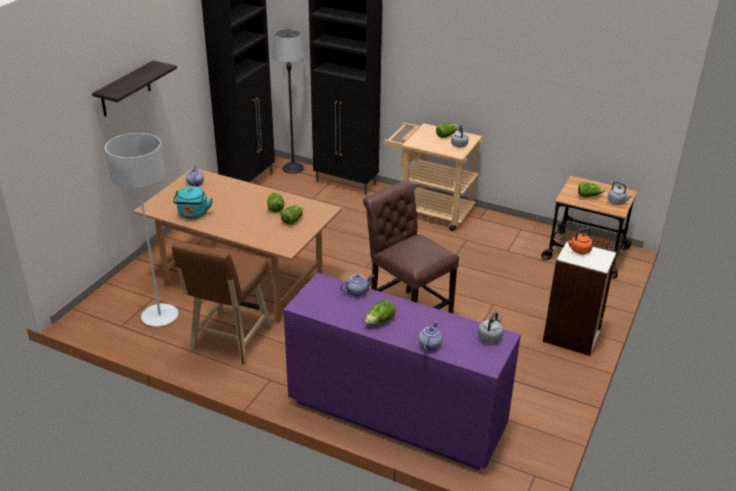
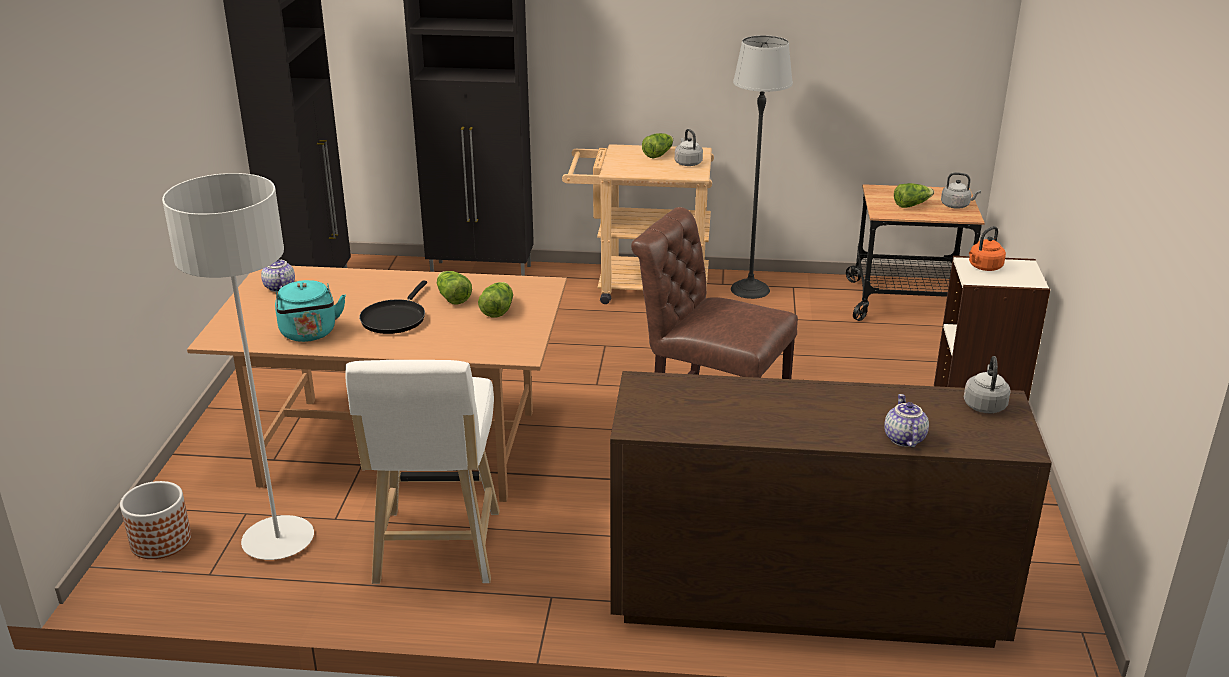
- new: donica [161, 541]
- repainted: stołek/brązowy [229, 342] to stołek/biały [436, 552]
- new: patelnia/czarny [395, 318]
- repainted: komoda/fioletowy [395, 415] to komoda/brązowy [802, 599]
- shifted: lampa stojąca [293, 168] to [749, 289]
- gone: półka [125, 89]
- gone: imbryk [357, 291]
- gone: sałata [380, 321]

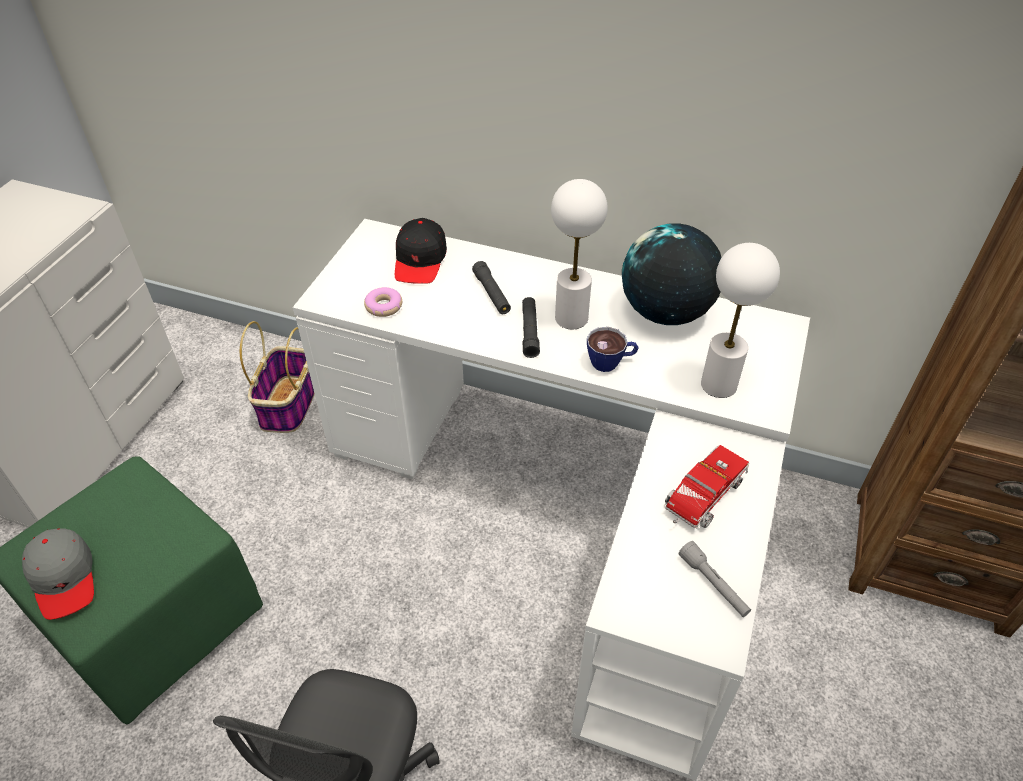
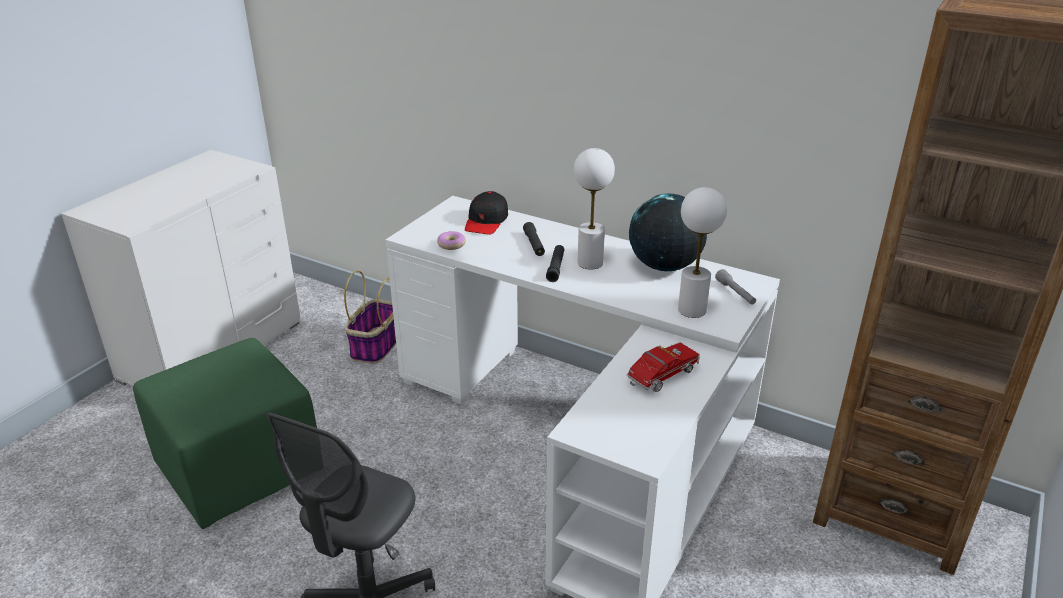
- shifted: latarka/szary [713, 585] to [735, 293]
- gone: czapka z daszkiem/szary [64, 578]
- gone: filiżanka [611, 362]

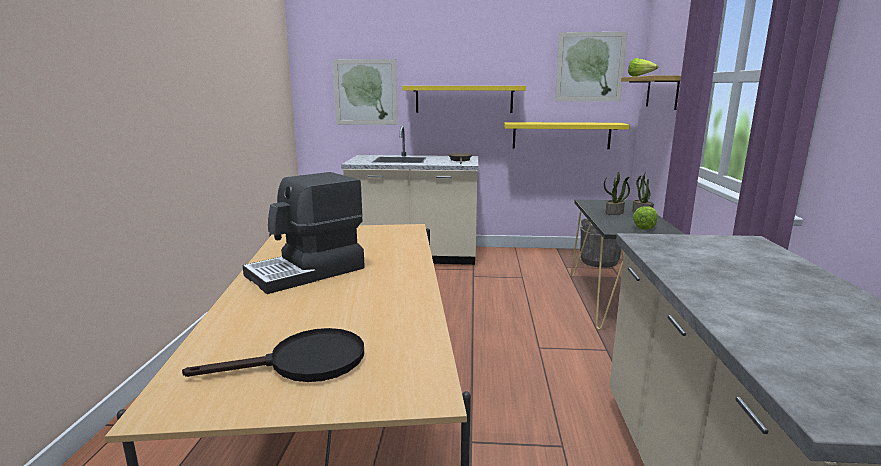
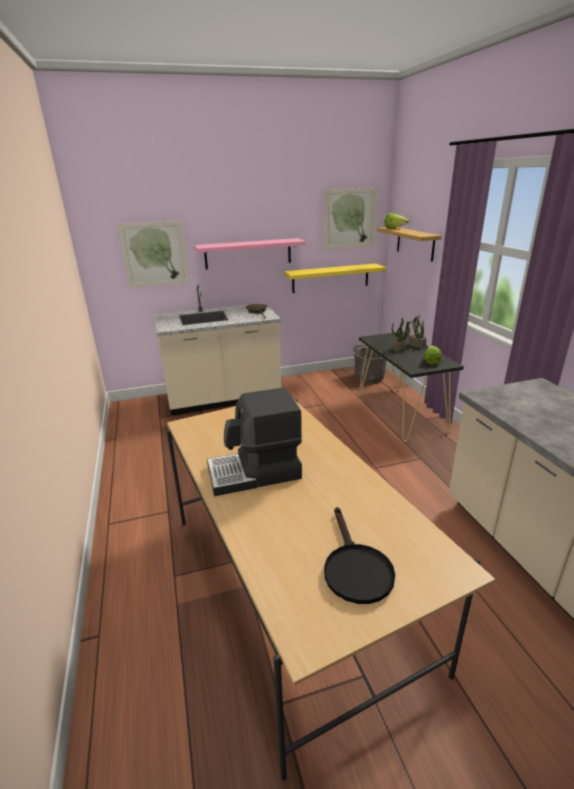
- repainted: półka/żółty [464, 99] to półka/różowy [248, 253]
- rotated: ekspres do kawy [307, 272] = [255, 473] 45 degrees clockwise
- rotated: patelnia/czarny [304, 363] = [355, 568] 120 degrees clockwise

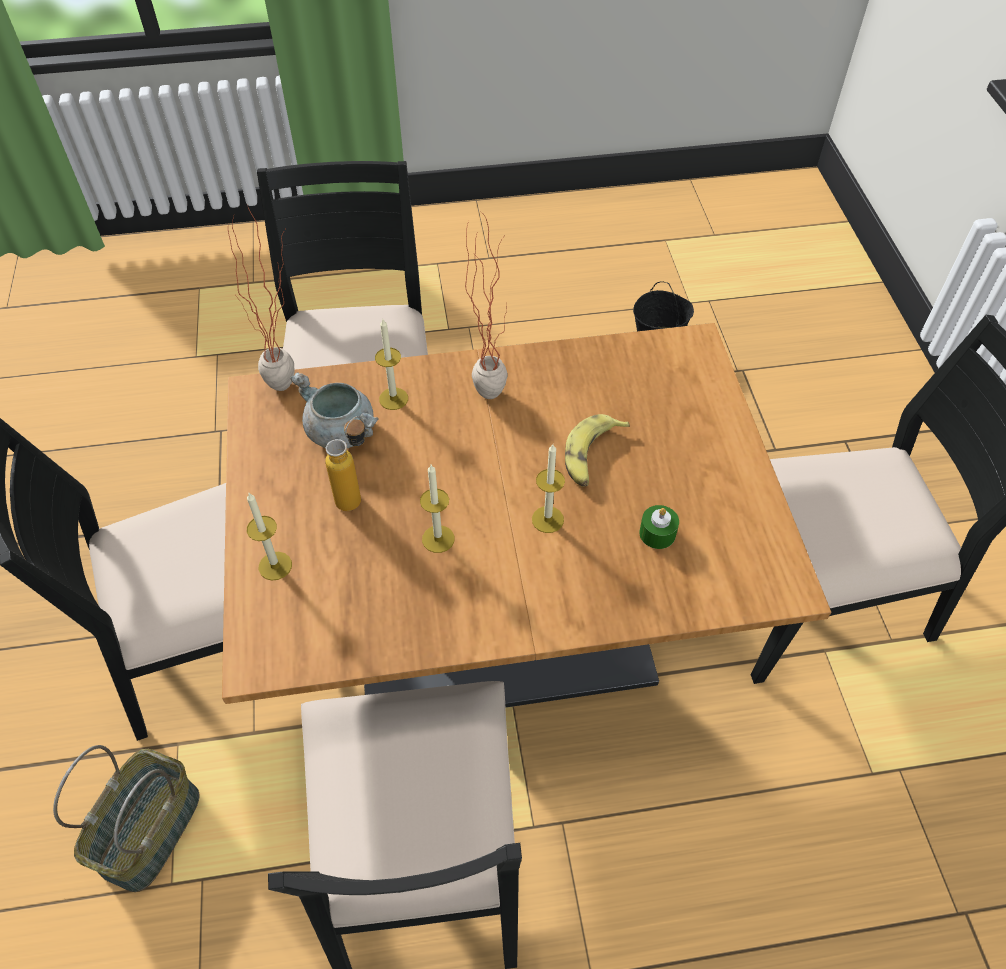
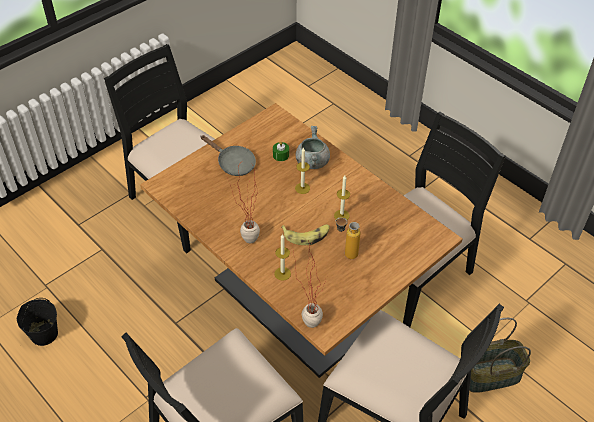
- new: patelnia/szary [233, 163]
- shifted: banan [592, 455] to [306, 235]
- shifted: garnek/szary [343, 432] to [312, 161]
- gone: świeca [275, 566]

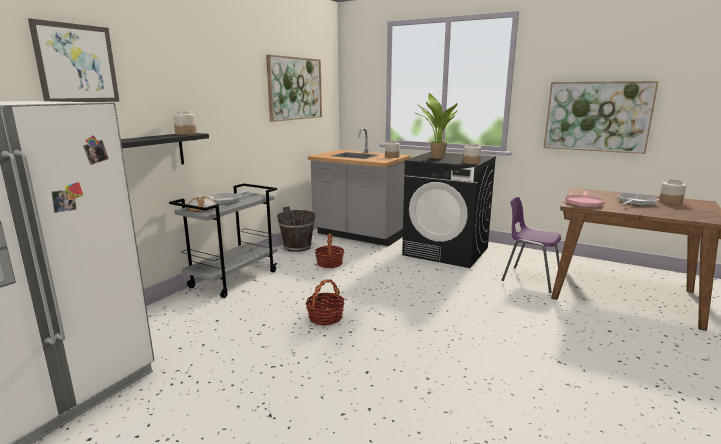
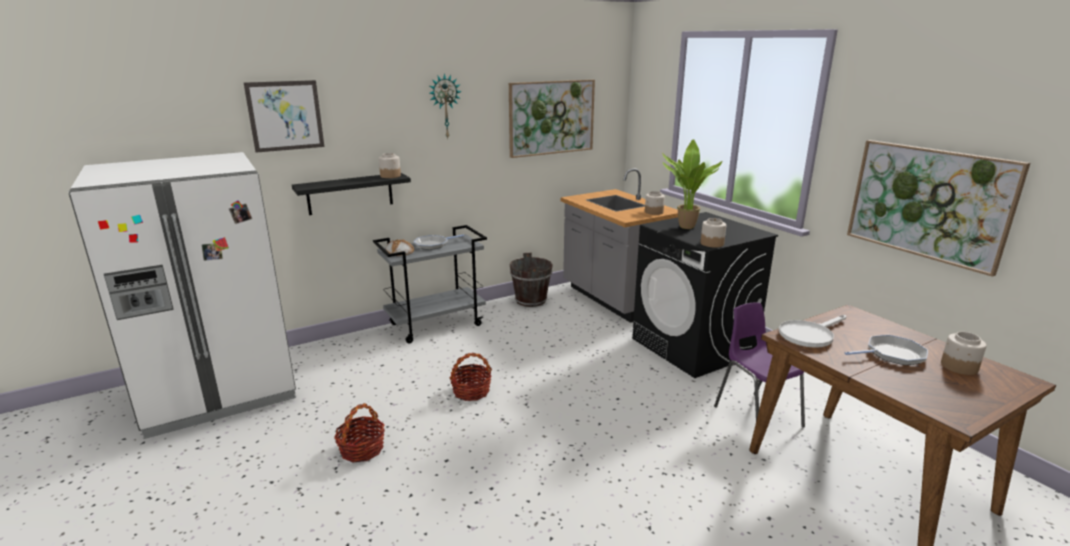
- shifted: koszyk [329, 263] to [362, 449]
- new: zegar ścienny [445, 106]
- repainted: patelnia/różowy [583, 202] to patelnia/biały [809, 335]

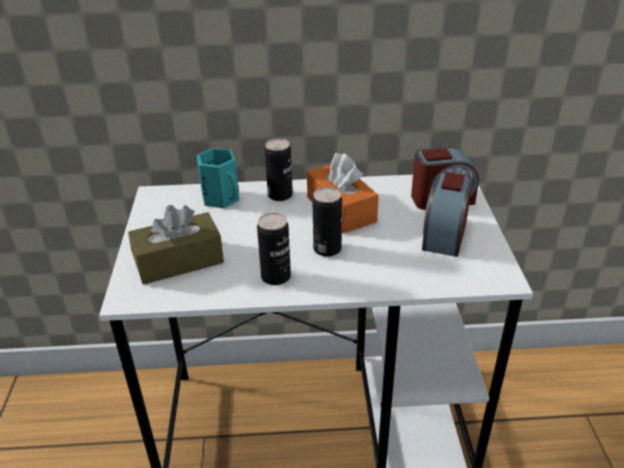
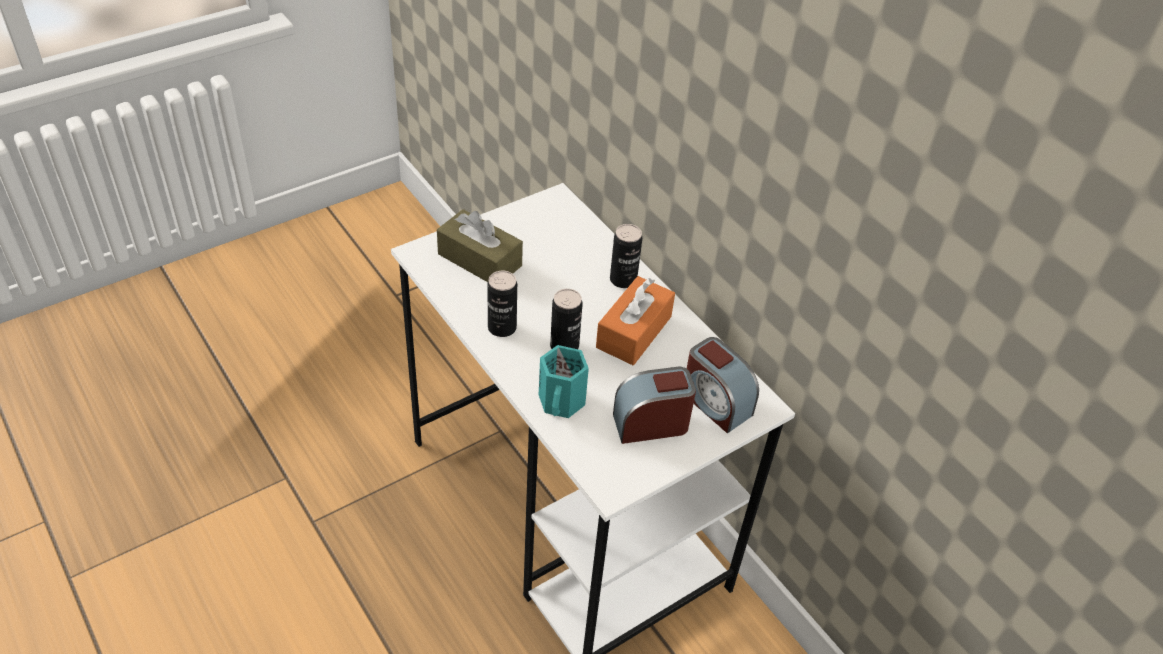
- shifted: kubek/turkusowy [222, 197] to [562, 401]

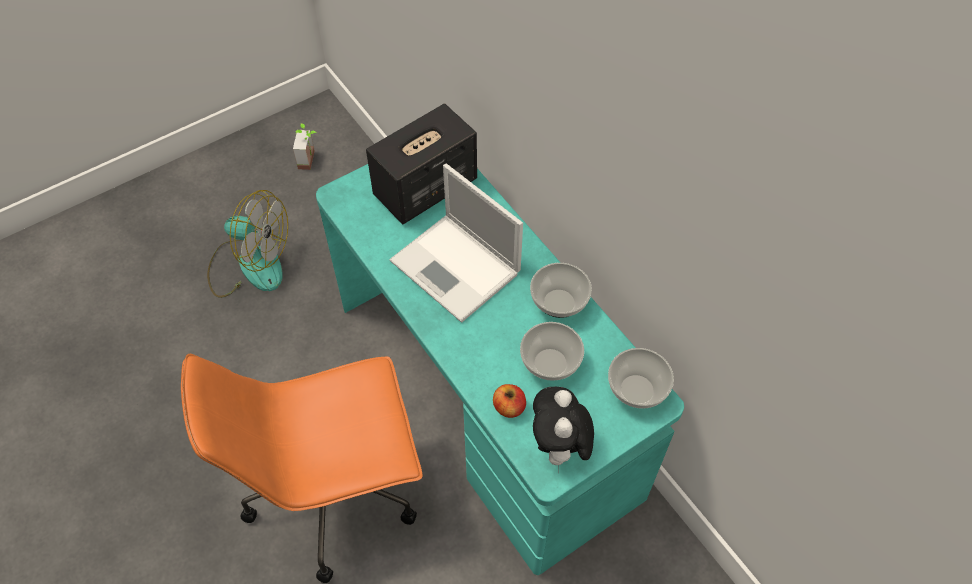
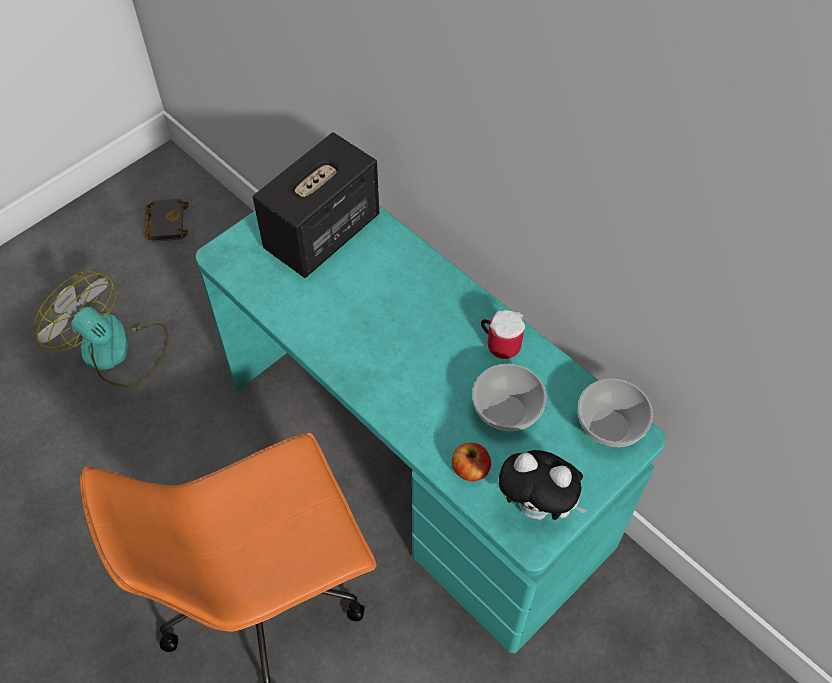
- rotated: wentylator [250, 264] = [115, 351] 150 degrees counterclockwise
- swapped: roślina doniczkowa [311, 160] to książka/czarny [165, 222]
- swapped: miska [558, 303] to kubek [500, 342]
- rotated: pluszak [559, 447] = [537, 506] 60 degrees counterclockwise
- gone: laptop [457, 268]

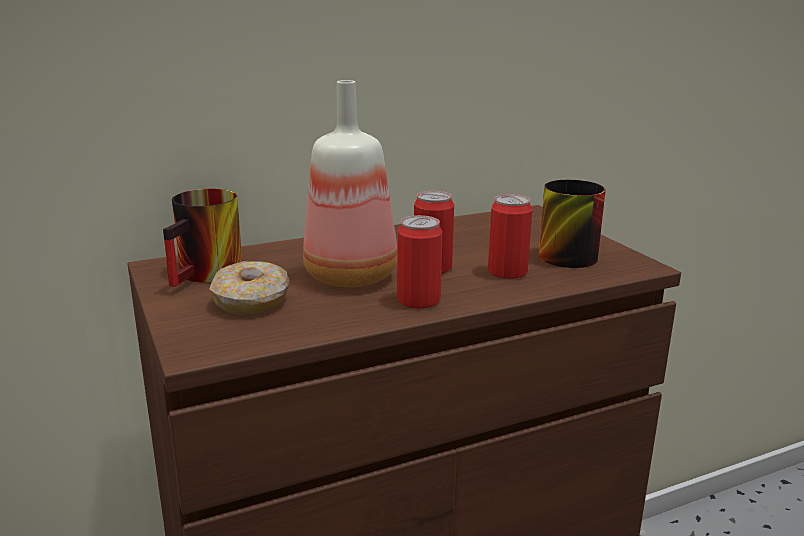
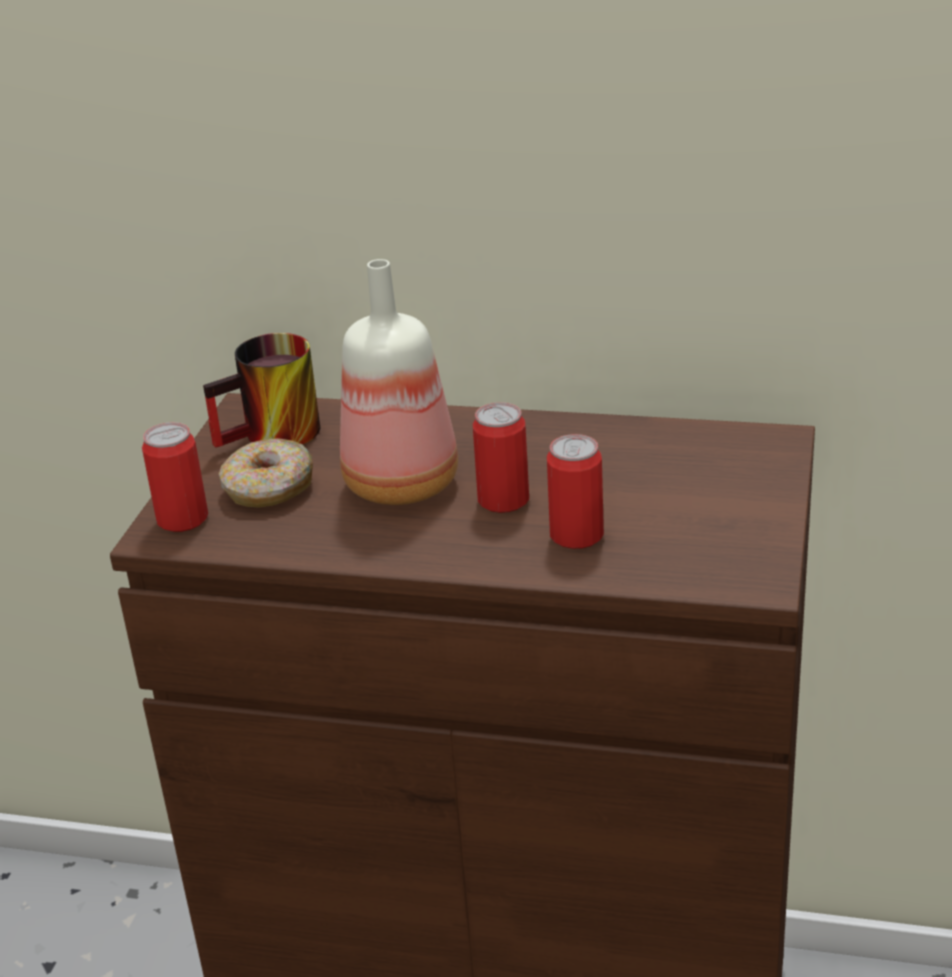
- shifted: puszka [418, 300] to [182, 519]
- gone: kubek [560, 253]

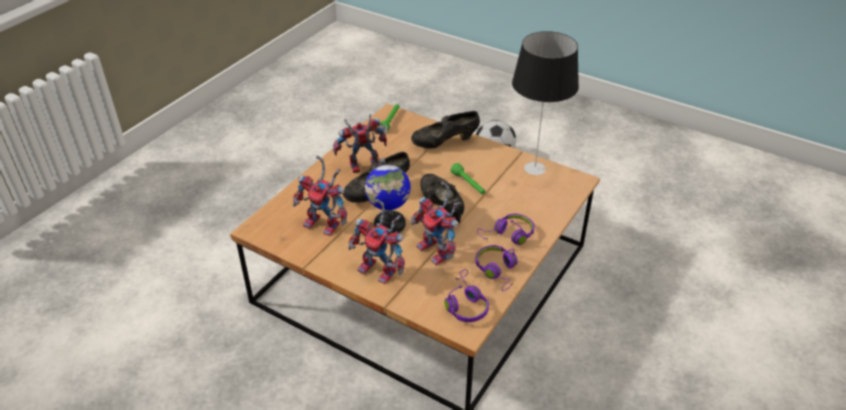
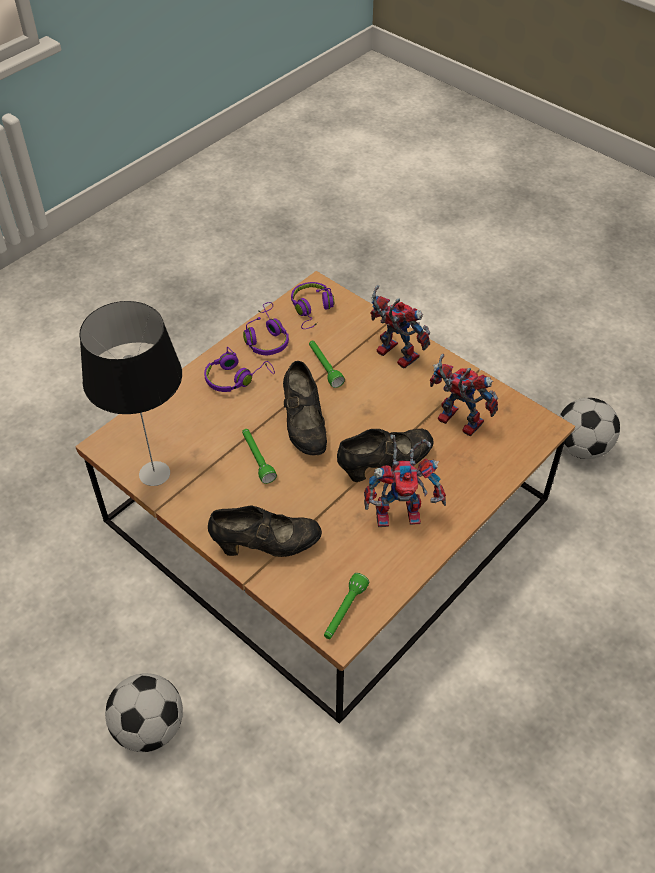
- swapped: robot zabawkowy [438, 252] to latarka/zielony [324, 367]
- new: piłka futbolowa [582, 447]
- gone: globus [389, 224]

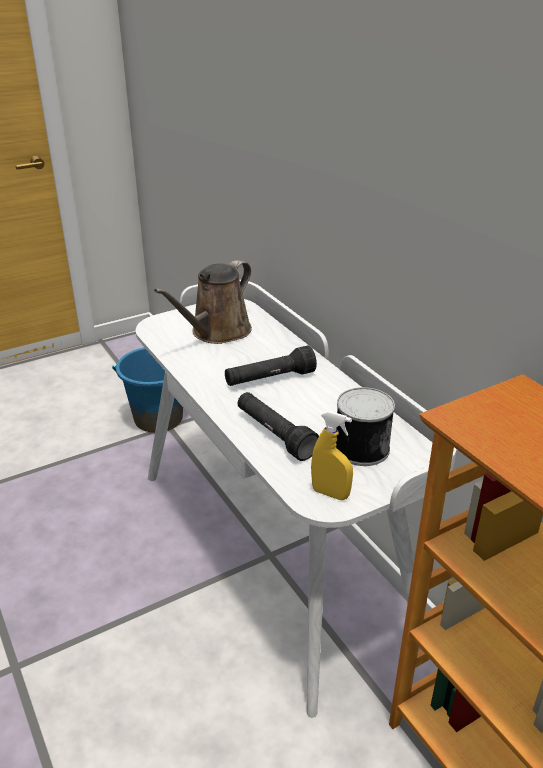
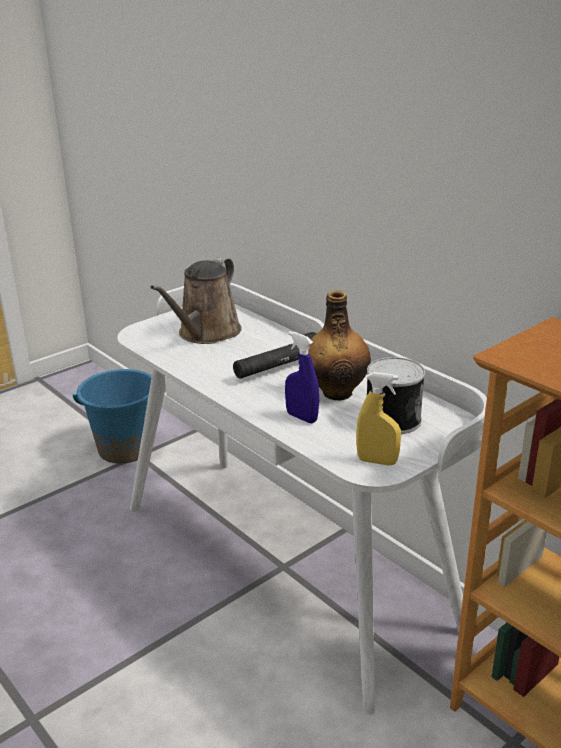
- swapped: latarka/czarny [274, 434] to spryskiwacz/niebieski [301, 417]
- new: butelka [336, 392]

